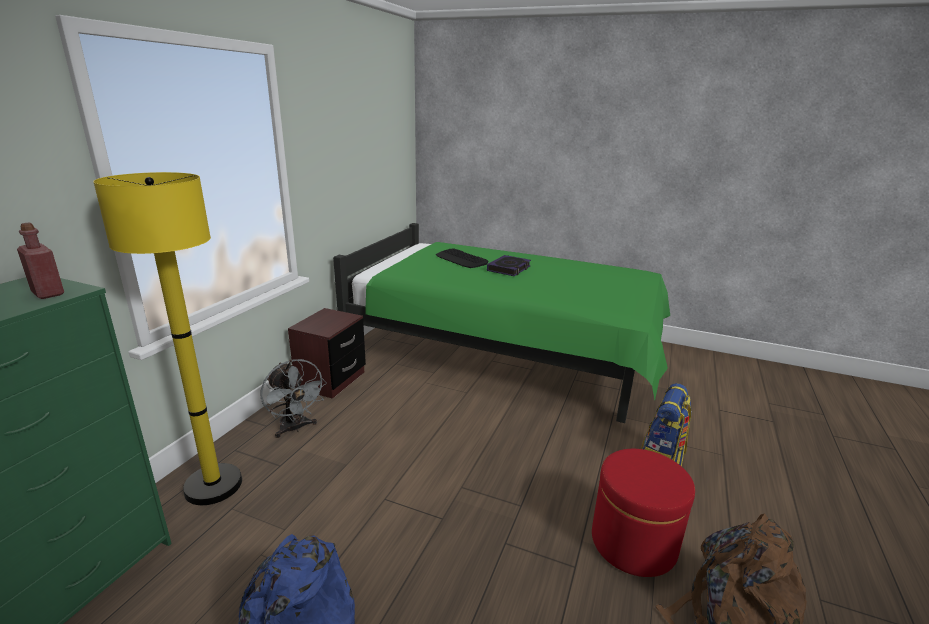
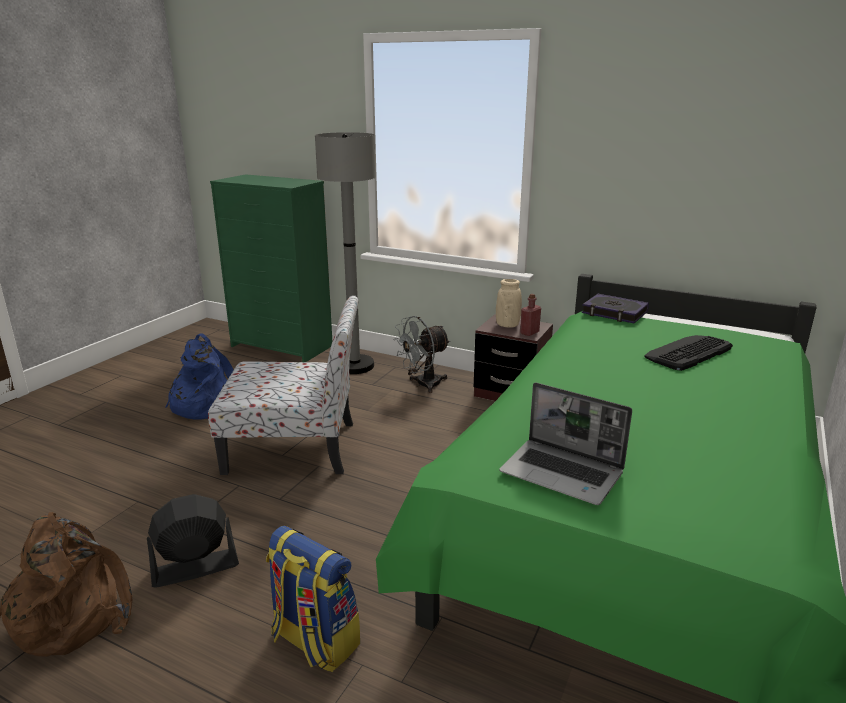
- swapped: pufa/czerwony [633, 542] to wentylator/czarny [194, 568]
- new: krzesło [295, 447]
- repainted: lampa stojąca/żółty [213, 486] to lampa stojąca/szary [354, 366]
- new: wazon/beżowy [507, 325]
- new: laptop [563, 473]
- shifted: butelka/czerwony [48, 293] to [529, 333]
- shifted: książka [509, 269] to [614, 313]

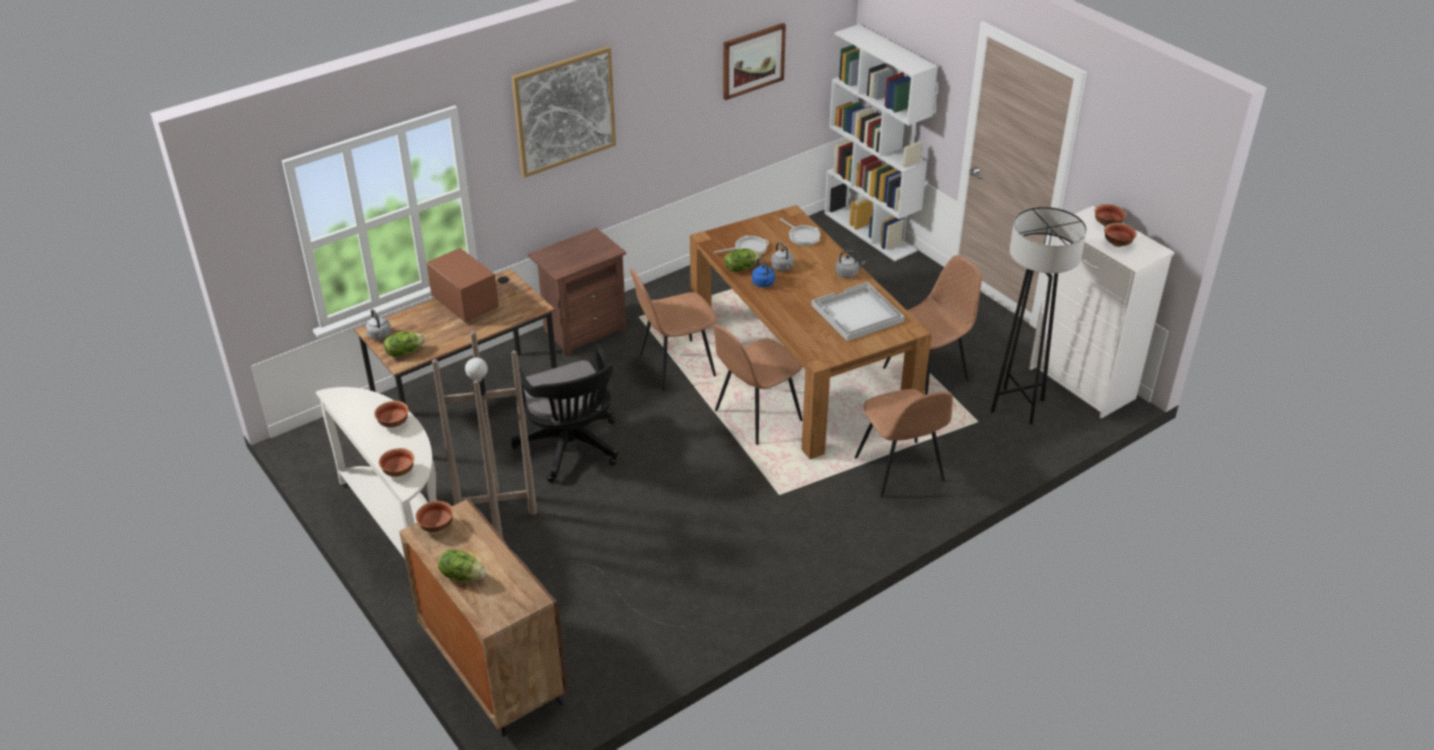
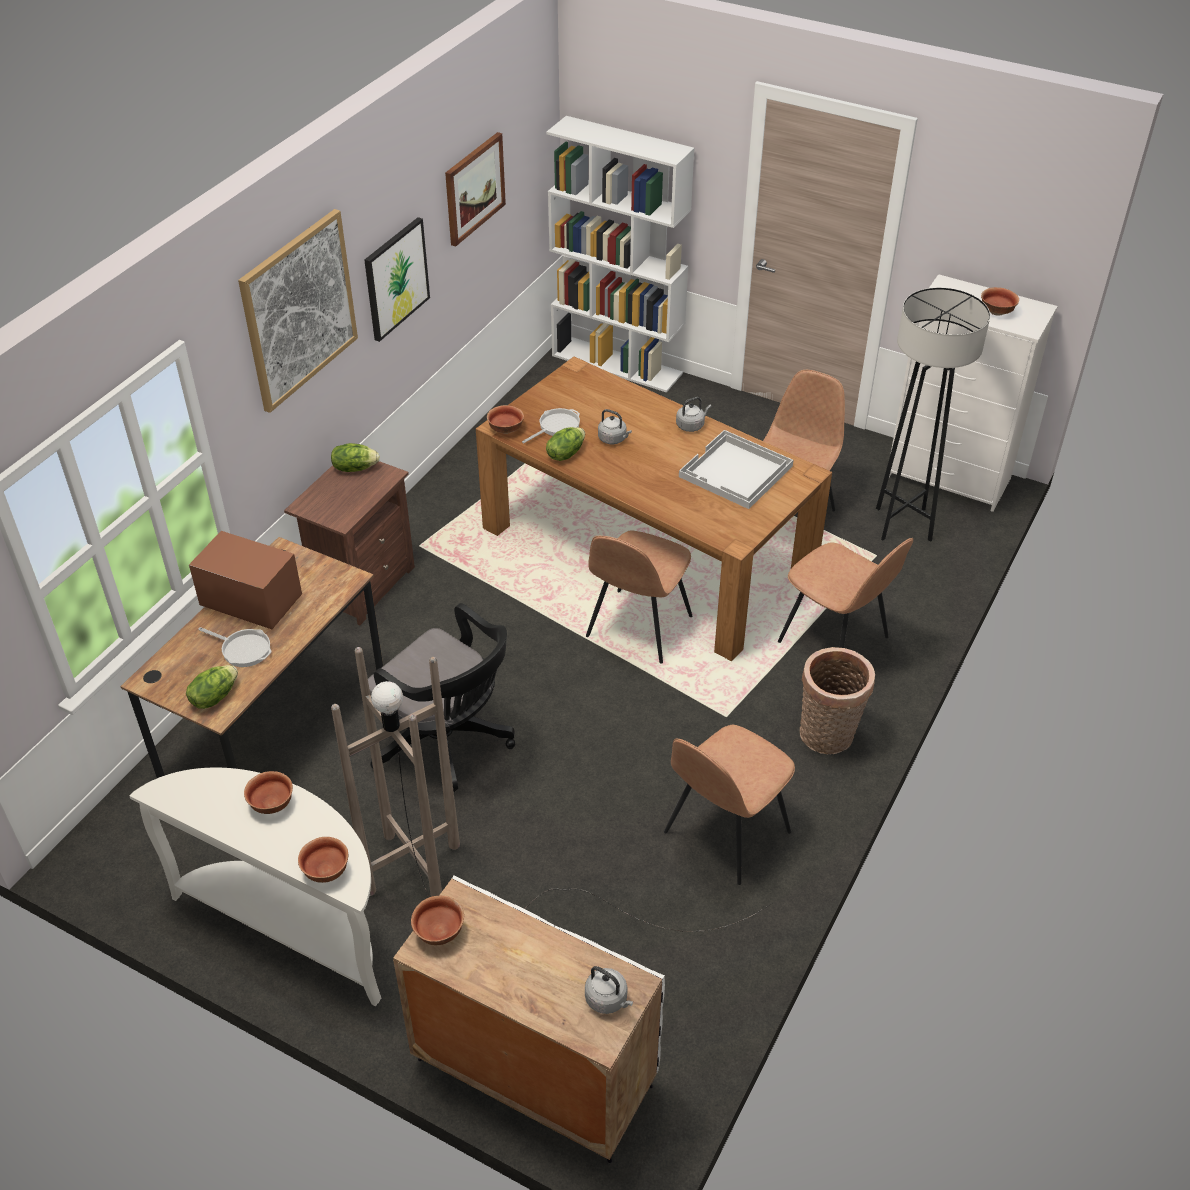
- shifted: patelnia [802, 236] to [243, 649]
- shifted: sałata [462, 575] to [355, 468]
- new: obraz [396, 278]
- repainted: szafka/brązowy [491, 665] to szafka/biały [532, 1072]
- shifted: miska [1107, 224] to [506, 429]
- shifted: czajnik/szary [380, 336] to [608, 1000]
- shifted: krzesło/brązowy [675, 366] to [724, 834]
- new: koszyk [828, 737]
- gone: czajnik/niebieski [764, 284]

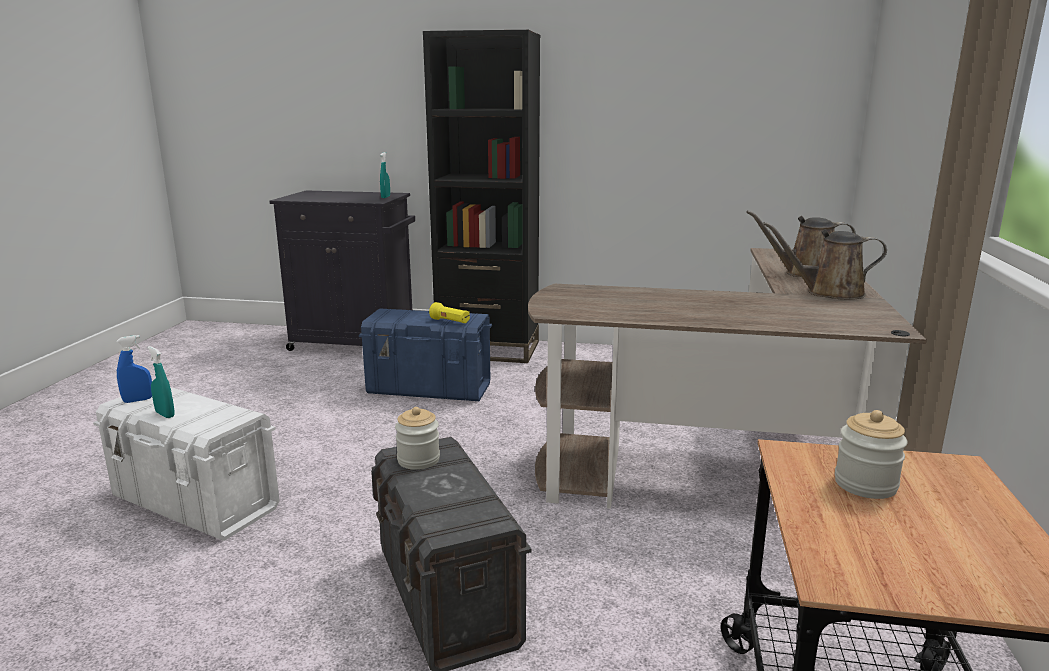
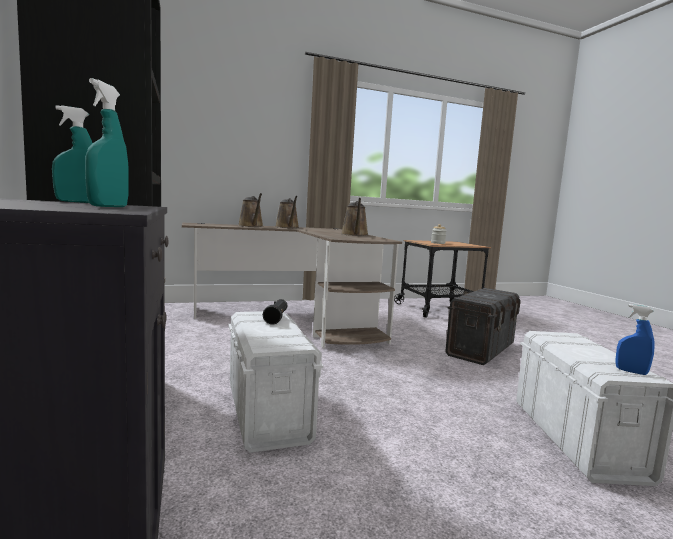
- shifted: spryskiwacz/turkusowy [165, 414] to [108, 206]
- repainted: pojemnik do przechowywania/niebieski [430, 388] to pojemnik do przechowywania/biały [267, 411]
- repainted: latarka/żółty [450, 322] to latarka/czarny [276, 318]
- new: konewka/brązowy [355, 235]
- gone: słoik [418, 460]

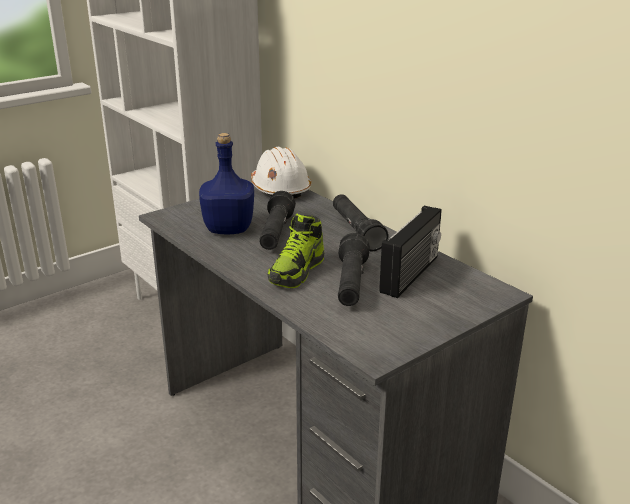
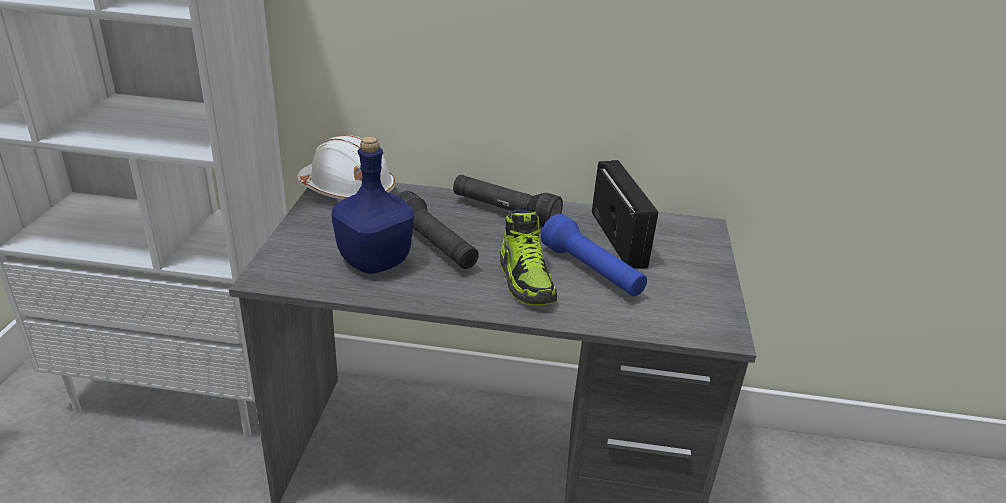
- repainted: latarka/czarny [351, 284] to latarka/niebieski [592, 272]

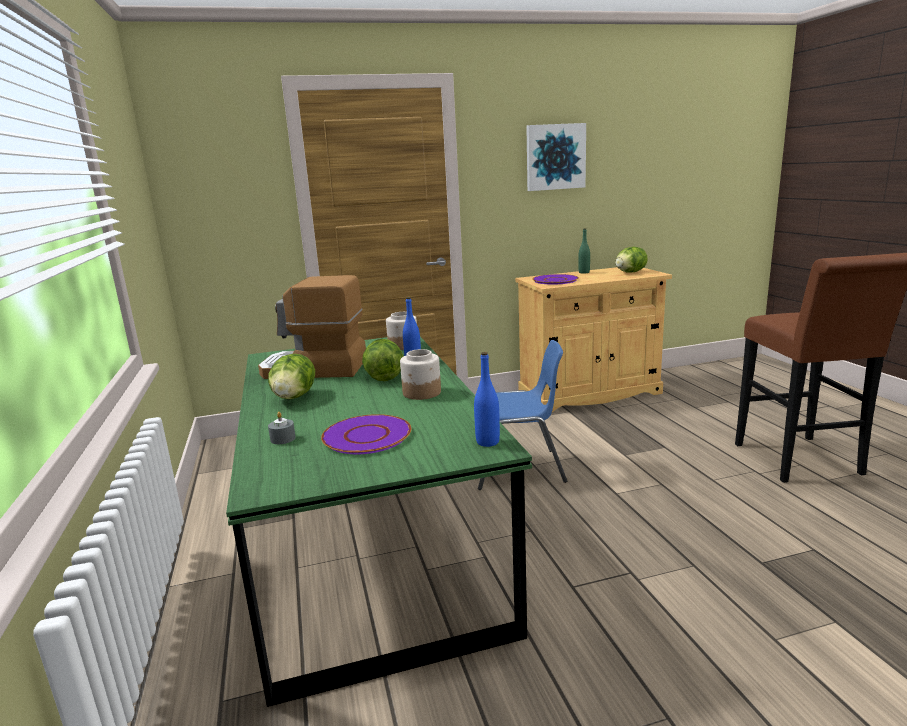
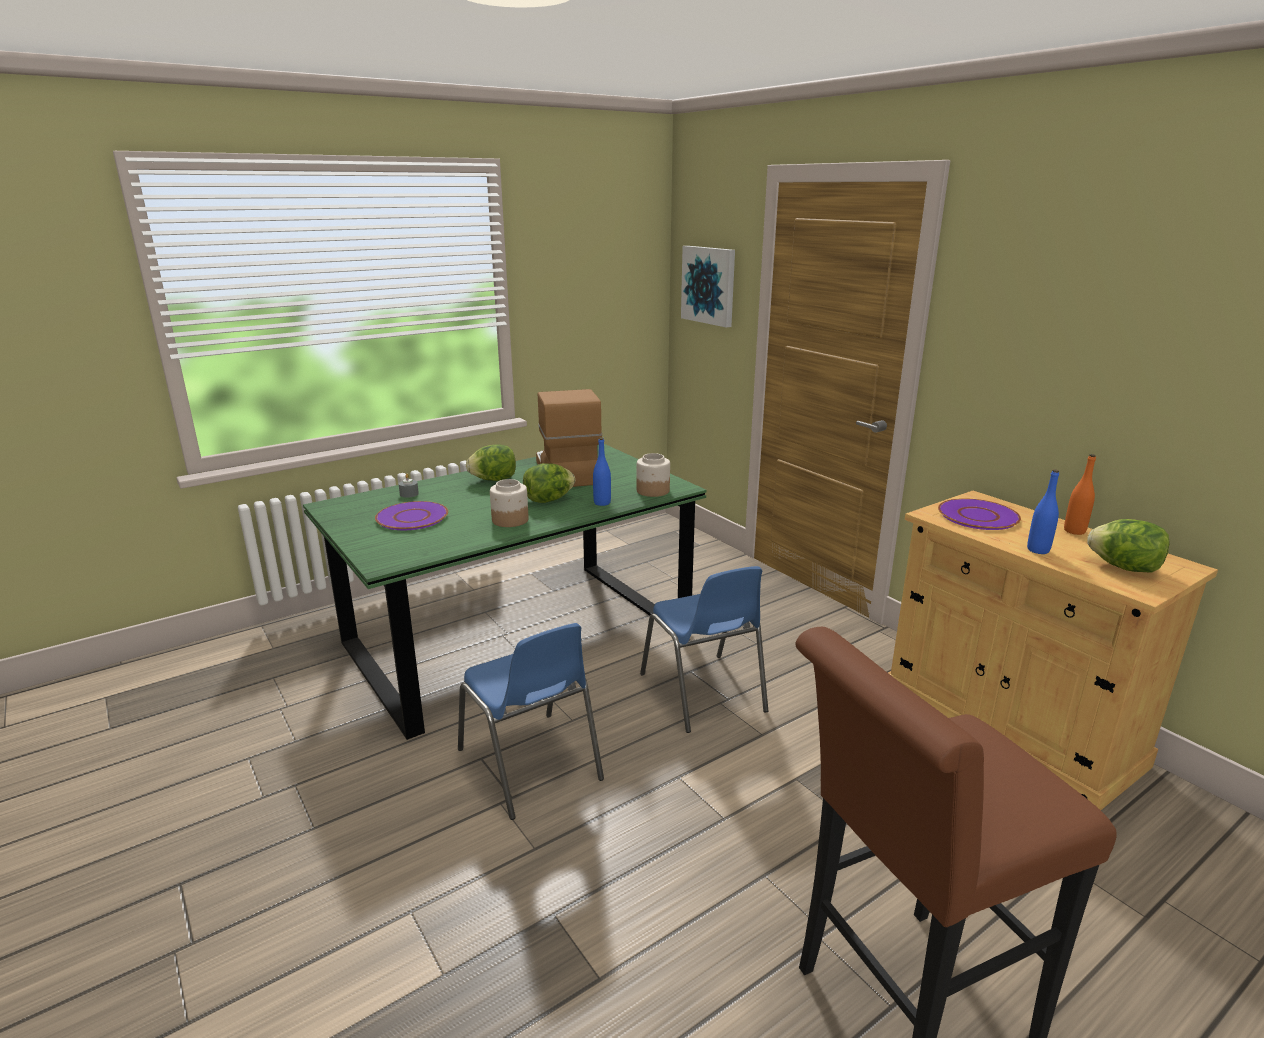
- new: krzesło/niebieski [531, 765]
- shifted: obraz [555, 157] to [709, 285]
- shifted: butelka/niebieski [487, 442] to [1038, 550]
- repainted: butelka/zielony [584, 272] to butelka/pomarańczowy [1074, 531]

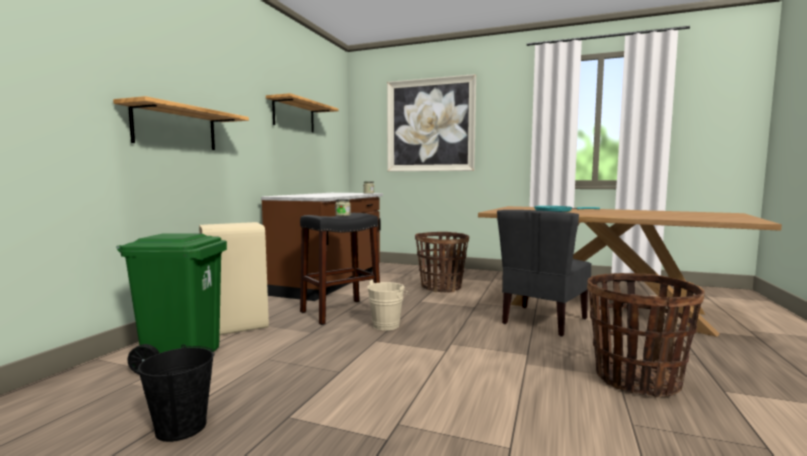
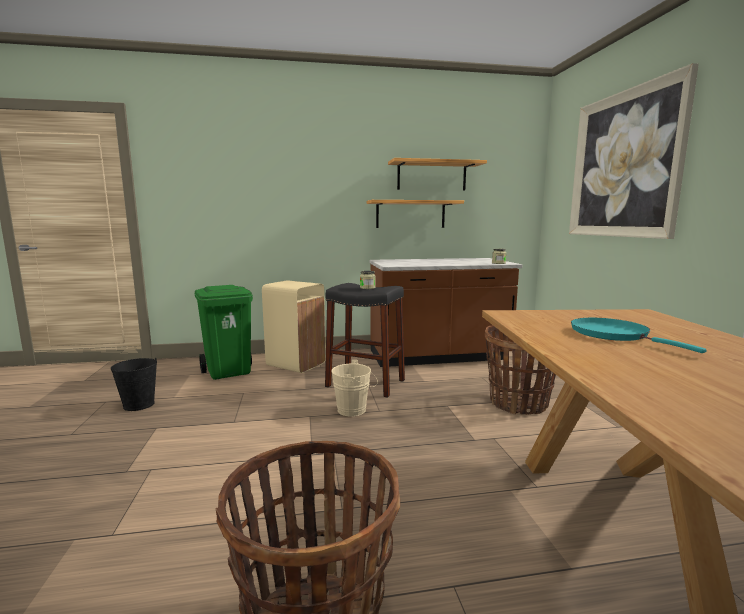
- shifted: półka [175, 128] to [410, 214]
- gone: krzesło/szary [543, 321]

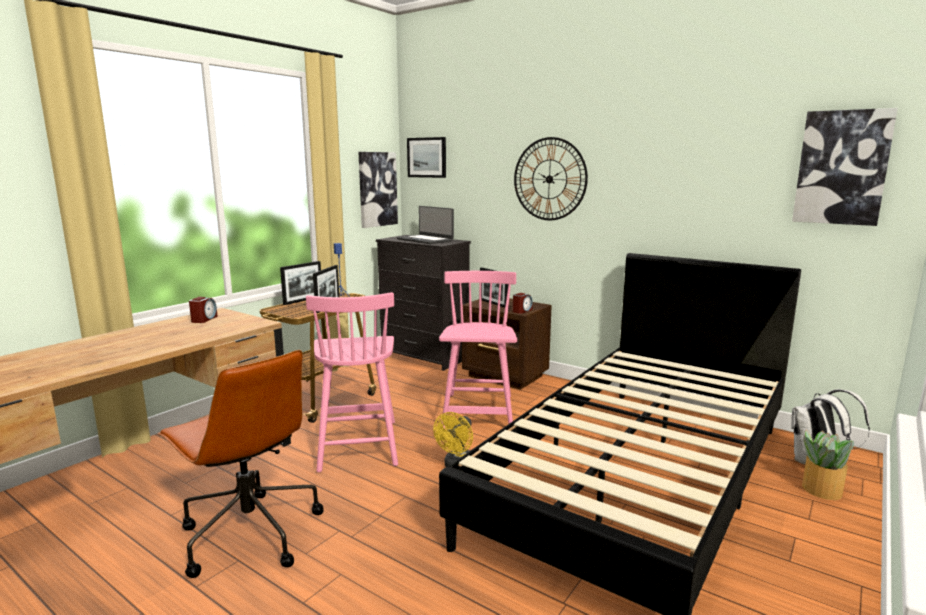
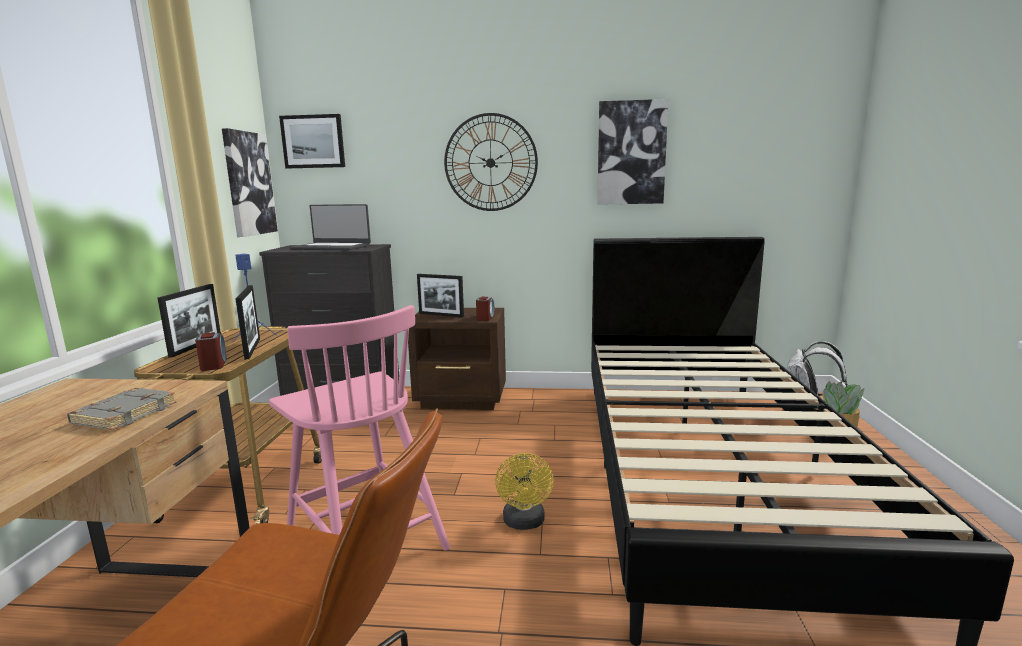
- new: książka/szary [125, 414]
- shifted: budzik [204, 319] to [213, 364]
- shifted: obraz [842, 168] to [631, 153]
- gone: krzesło/różowy [478, 413]

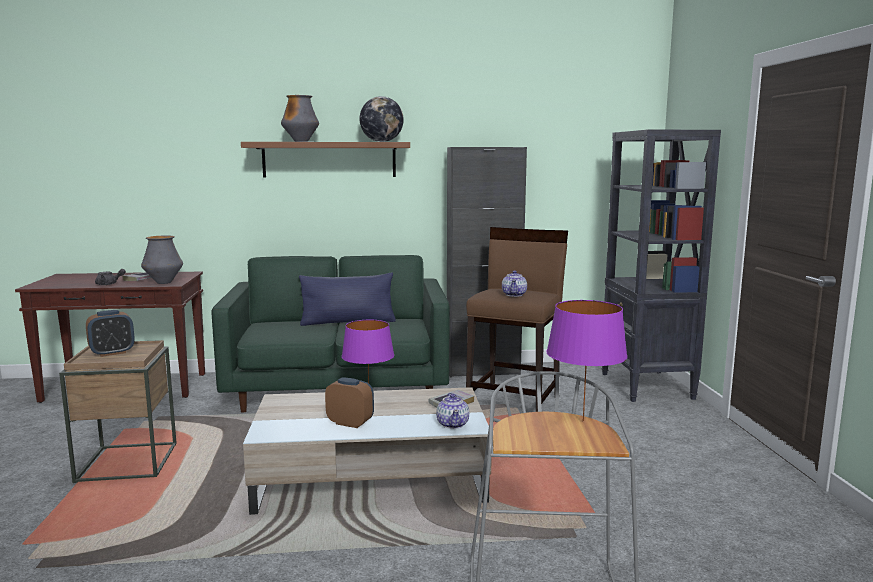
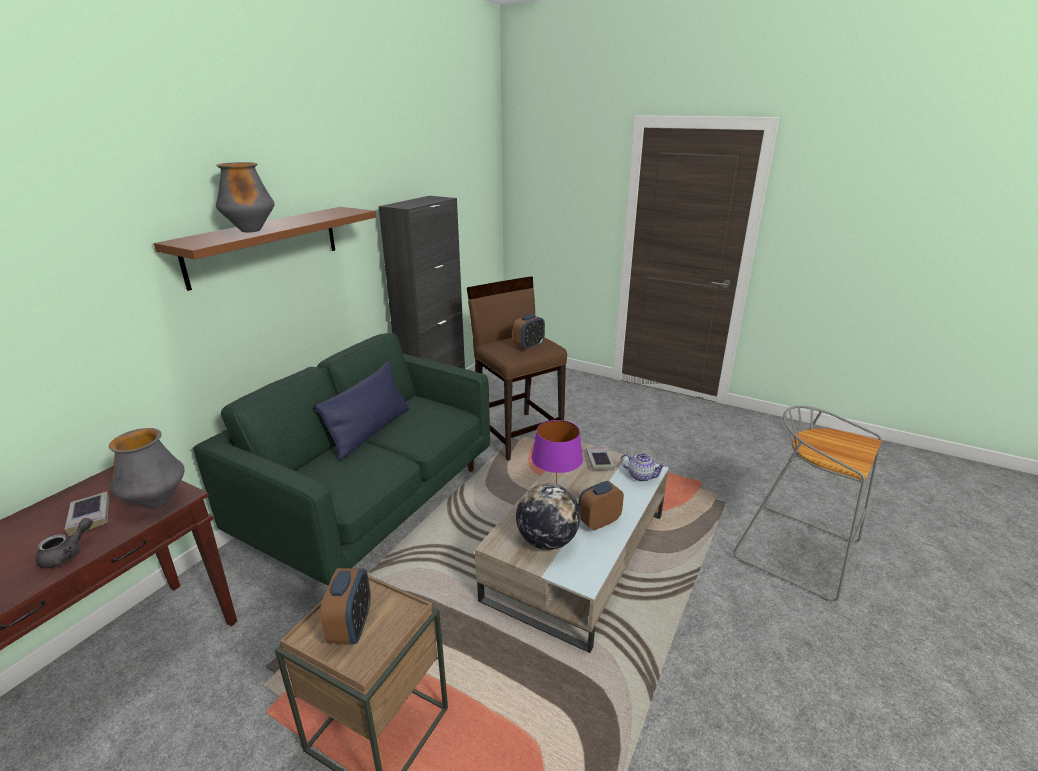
- swapped: imbryk [514, 294] to budzik [529, 346]
- shifted: globus [381, 141] to [547, 541]
- gone: lampa stołowa/fioletowy [582, 421]
- gone: regał/czarny [646, 386]

